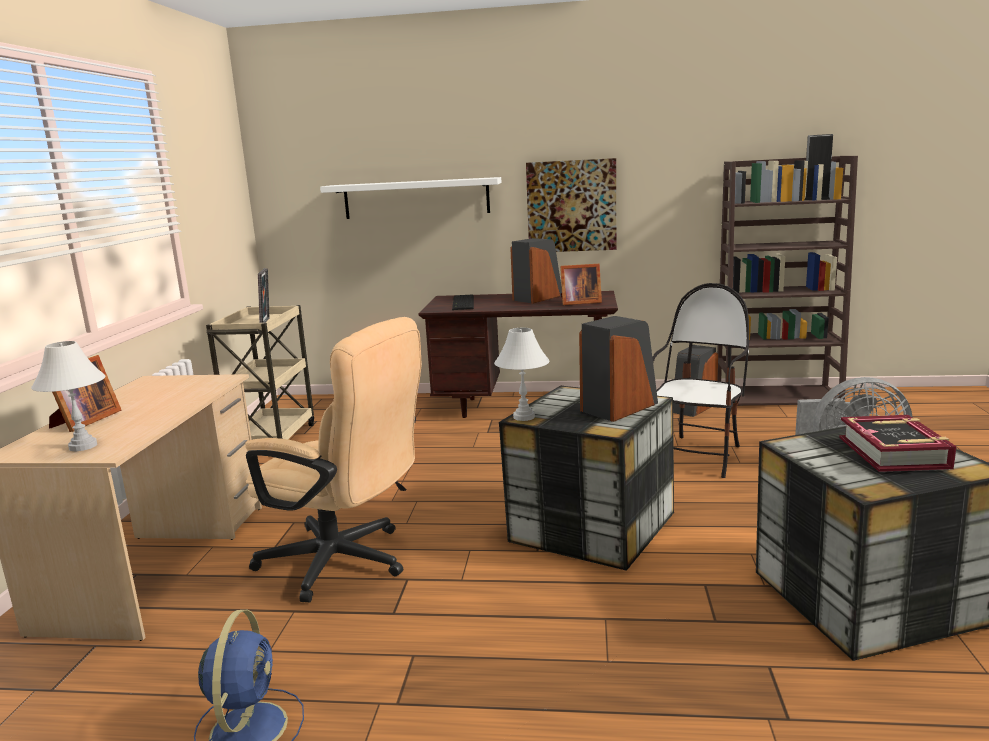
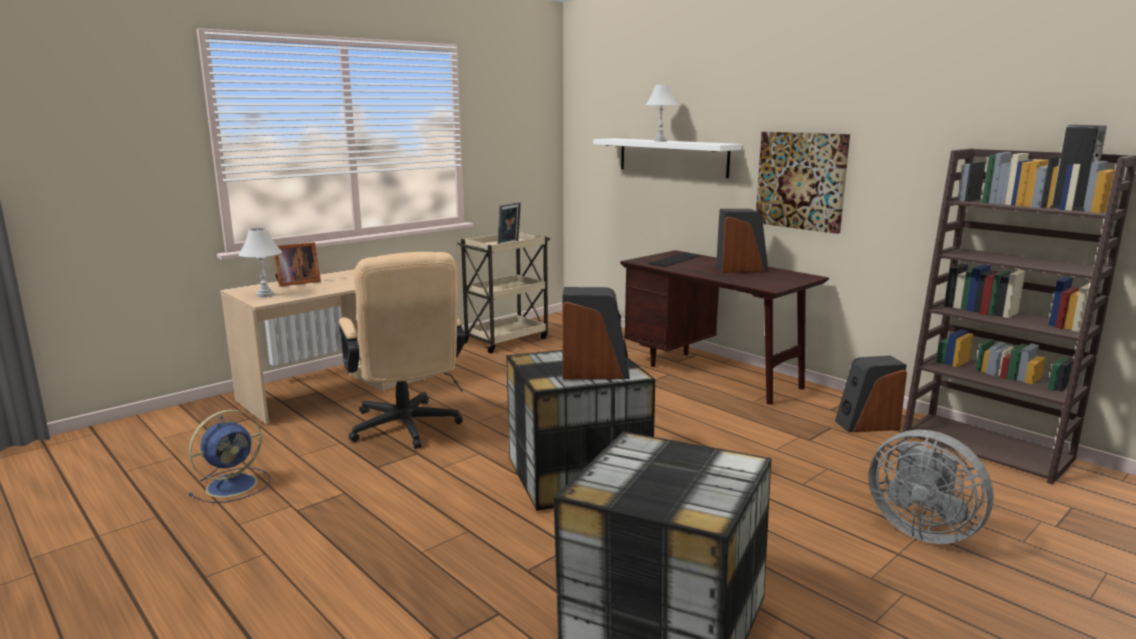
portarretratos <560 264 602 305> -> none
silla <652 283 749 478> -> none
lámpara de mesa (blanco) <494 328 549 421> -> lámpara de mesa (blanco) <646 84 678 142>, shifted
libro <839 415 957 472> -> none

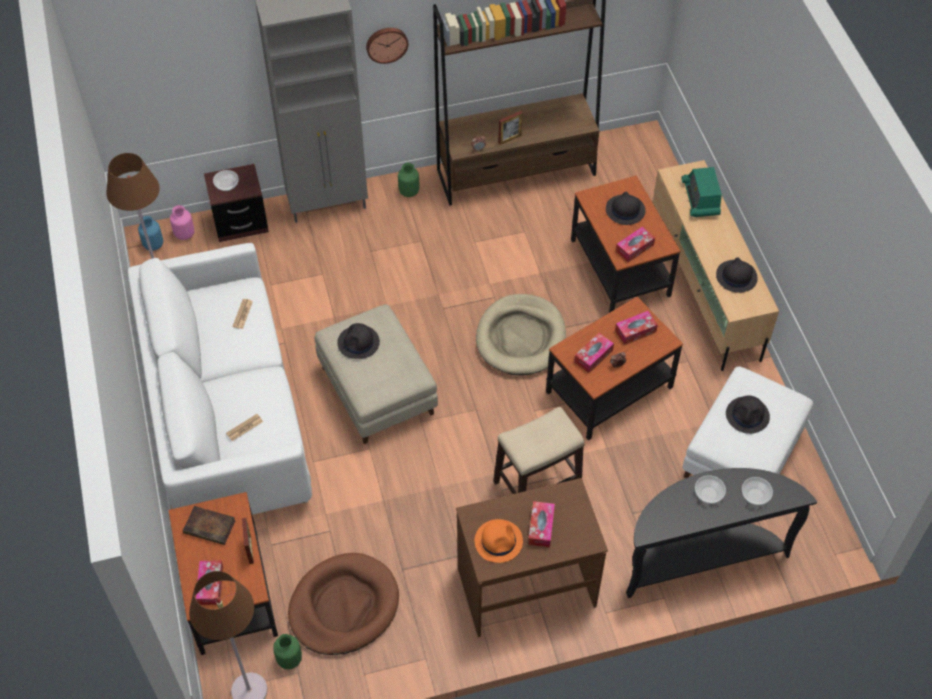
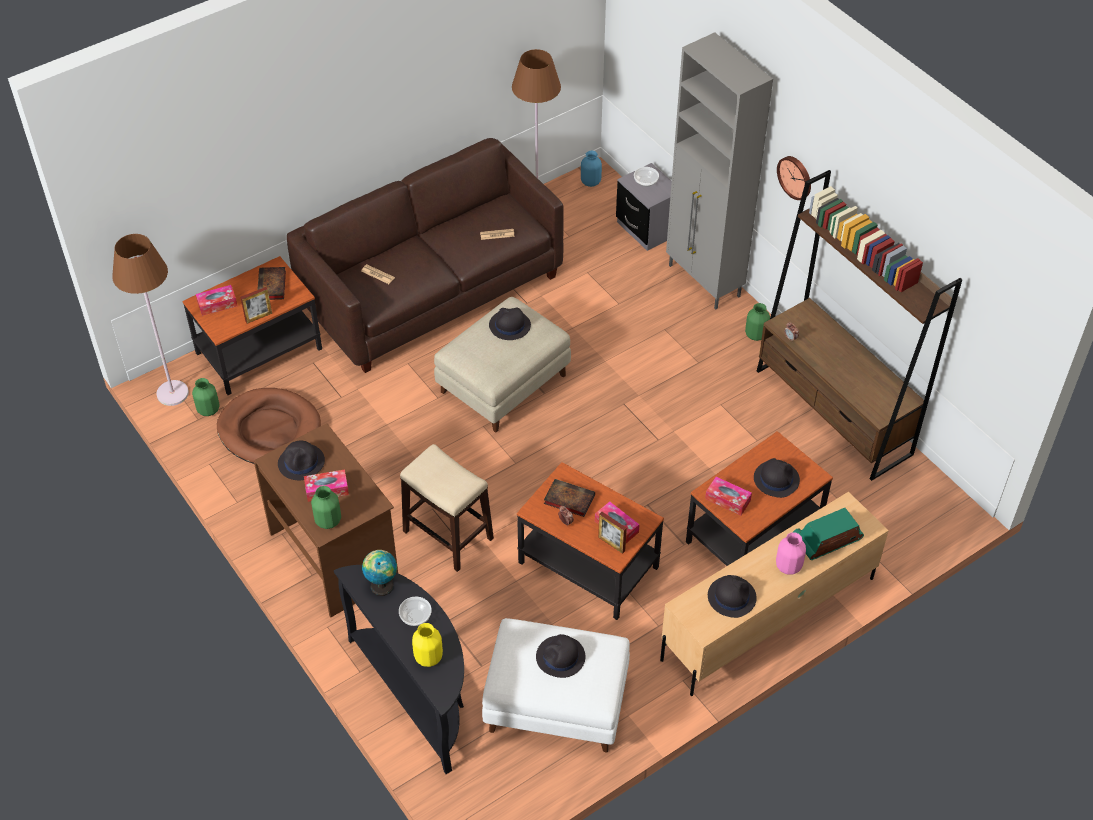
portarretratos <498 111 523 145> -> portarretratos <598 512 627 554>, shifted
mesita de noche (marrón) <204 164 269 242> -> mesita de noche (gris) <616 163 672 251>
florero (rosa) <170 205 194 240> -> florero (rosa) <776 532 806 575>, shifted
sofá (blanco) <128 243 312 515> -> sofá (marrón) <287 138 564 373>
cama para perro (beis) <476 294 566 375> -> none
caja de pañuelos <574 333 614 373> -> libro <544 479 595 517>
cuenco <742 477 773 505> -> florero (amarillo) <412 623 443 667>
sombrero (naranja) <475 519 523 563> -> sombrero (negro) <278 440 325 480>
none -> florero (verde) <311 486 341 529>
none -> globo terráqueo <362 550 397 596>

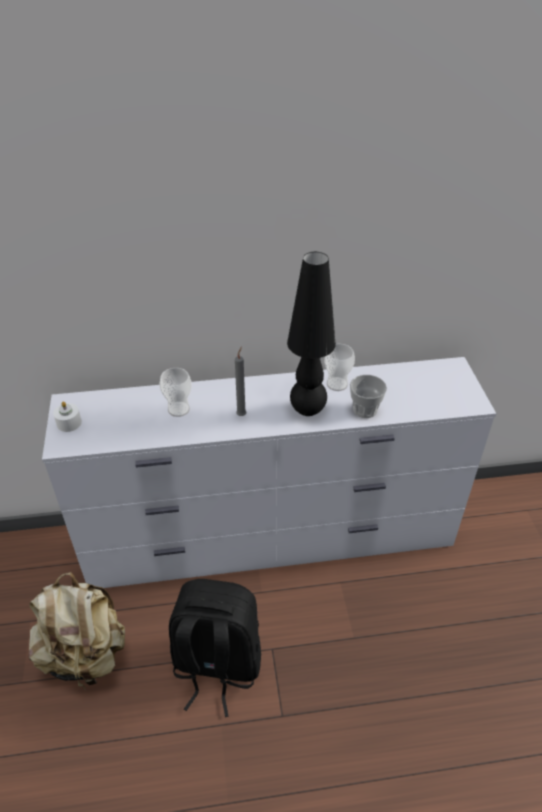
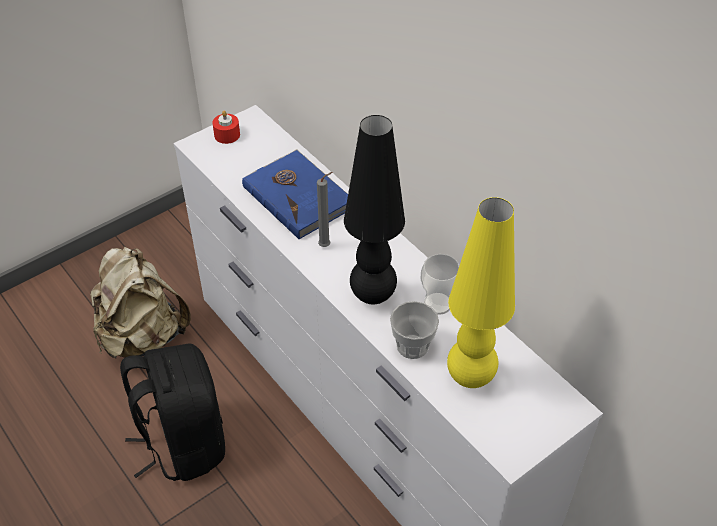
taza <160 368 192 417> -> libro (azul) <242 149 348 240>
vela (blanco) <53 401 82 432> -> vela (rojo) <212 111 240 144>
none -> lámpara de mesa (amarillo) <447 197 515 388>

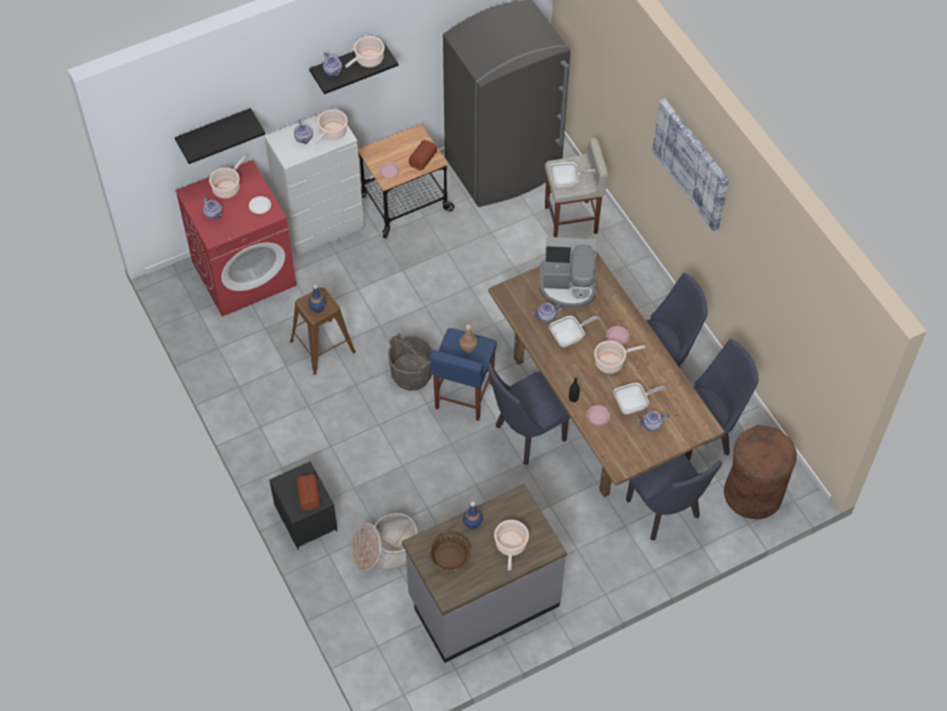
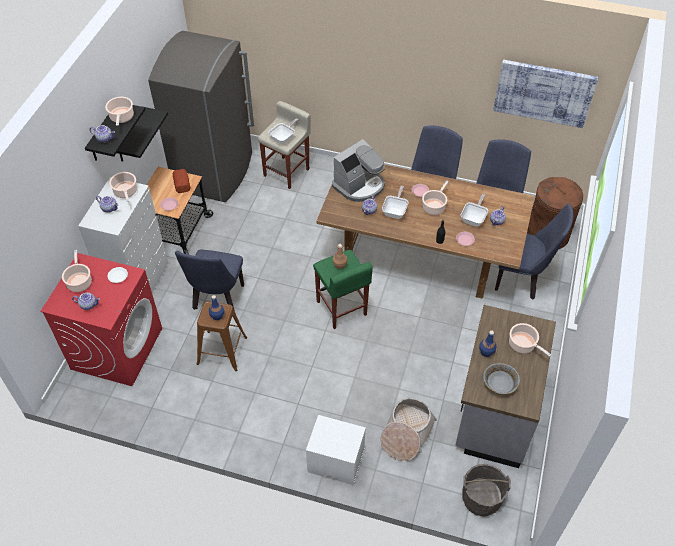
cuadro <652 99 729 232> -> cuadro <493 60 598 128>, shifted
estante (negro) <175 108 265 164> -> estante (negro) <117 107 168 162>, shifted
taburete (azul) <430 328 497 421> -> taburete (verde) <313 250 373 329>
cubo (gris) <388 333 433 390> -> cubo (gris) <462 464 511 517>, shifted
silla (azul) <487 363 571 465> -> silla (azul) <175 249 244 311>, shifted
mesita de noche (negro) <269 461 338 550> -> mesita de noche (blanco) <306 415 366 485>
pan <297 474 320 510> -> none
cuenco (marrón) <429 533 471 571> -> cuenco (gris) <483 363 520 395>

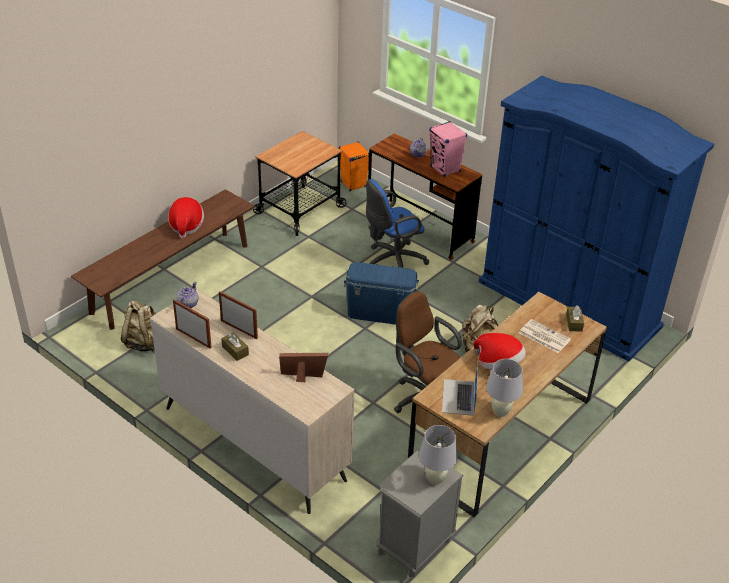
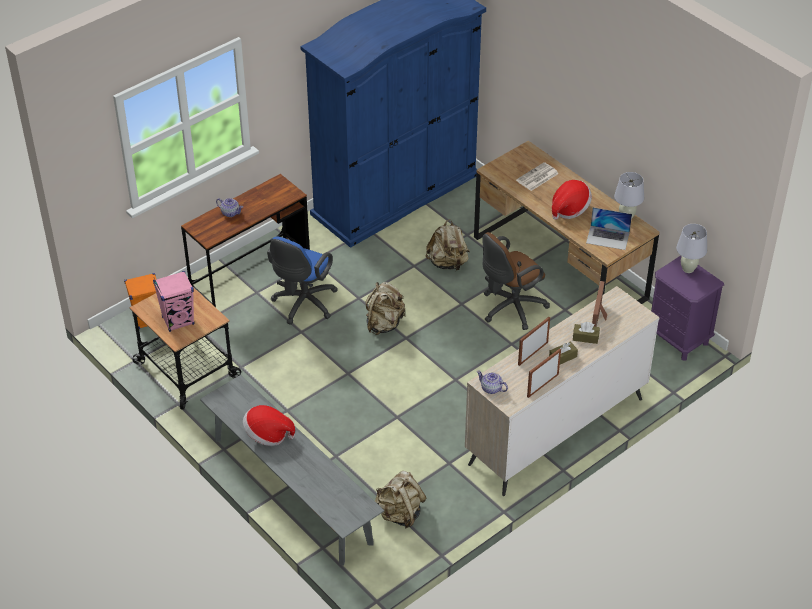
altavoz (rosa) <429 121 467 177> -> altavoz (rosa) <153 271 194 332>, shifted
silla de oficina (azul) <366 179 429 268> -> silla de oficina (azul) <267 237 337 325>, 45 degrees clockwise
banco (marrón) <71 189 255 330> -> banco (gris) <200 375 384 565>
caja de almacenaje (azul) <344 262 419 325> -> mochila (beis) <366 282 405 335>
caja de pañuelos (marrón) <566 305 584 332> -> caja de pañuelos (marrón) <573 322 600 344>, shifted
mesita de noche (gris) <377 451 464 577> -> mesita de noche (morado) <651 256 724 360>

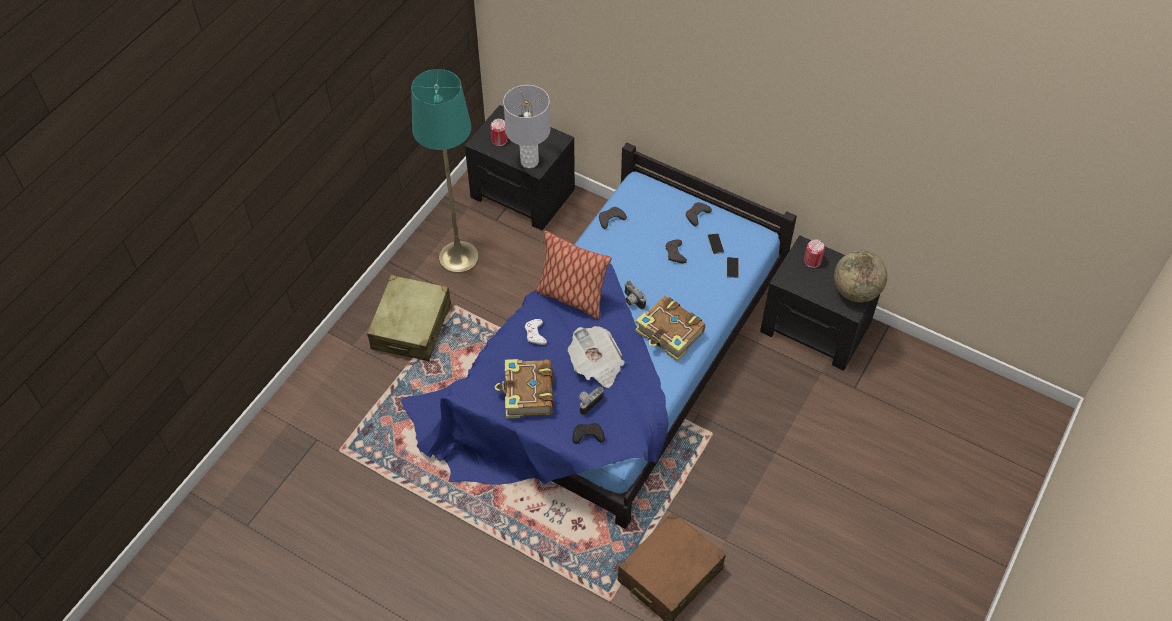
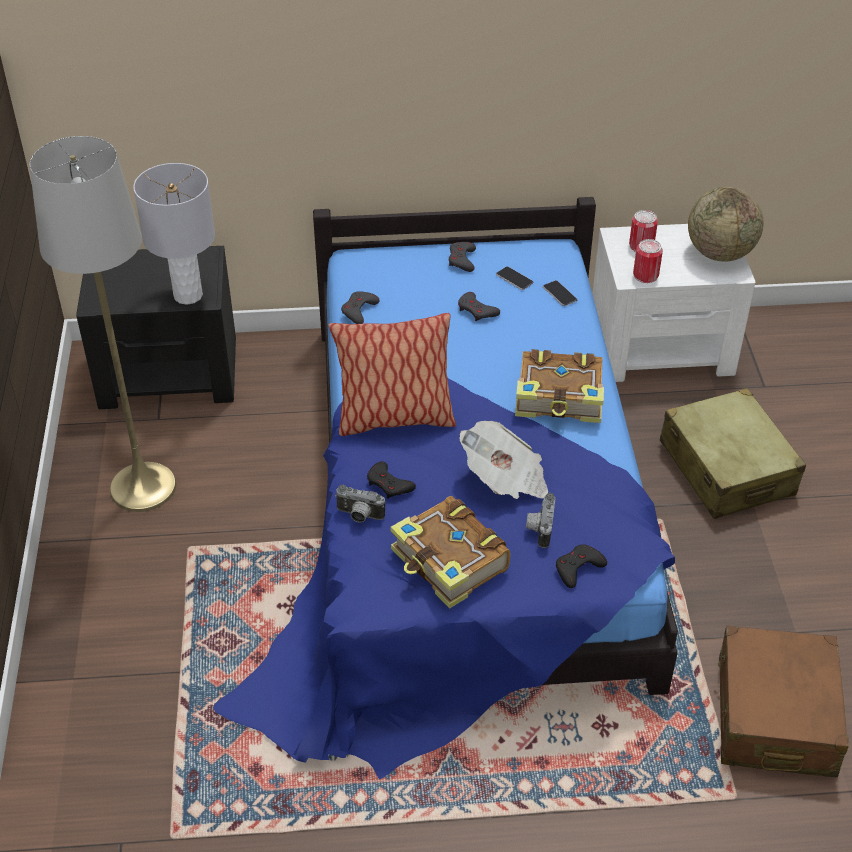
lámpara de pie (turquesa) <411 69 479 274> -> lámpara de pie (gris) <29 136 176 512>
lata <490 119 508 146> -> lata <633 239 663 283>, shifted
mesita de noche (negro) <760 235 880 371> -> mesita de noche (blanco) <593 224 755 382>
maleta (beis) <367 275 451 361> -> maleta (beis) <660 388 806 519>, shifted
cámara <624 281 646 309> -> cámara <335 485 385 523>, shifted
mando de consola (blanco) <525 319 547 345> -> mando de consola (negro) <367 461 416 499>

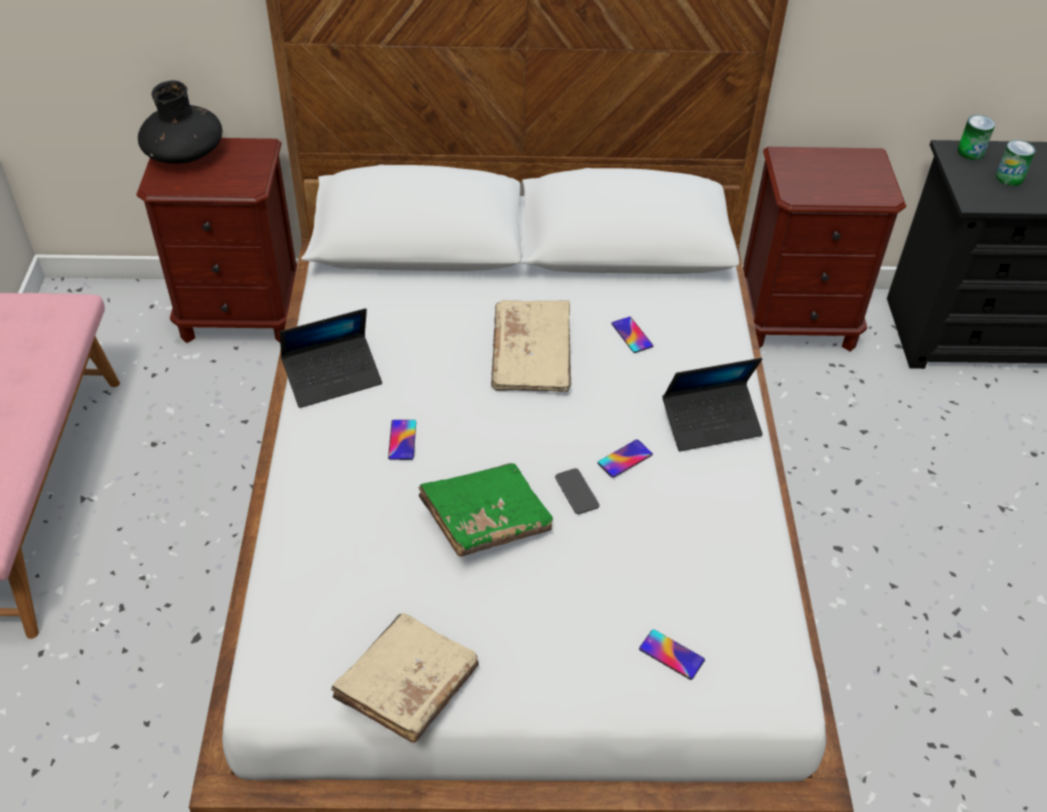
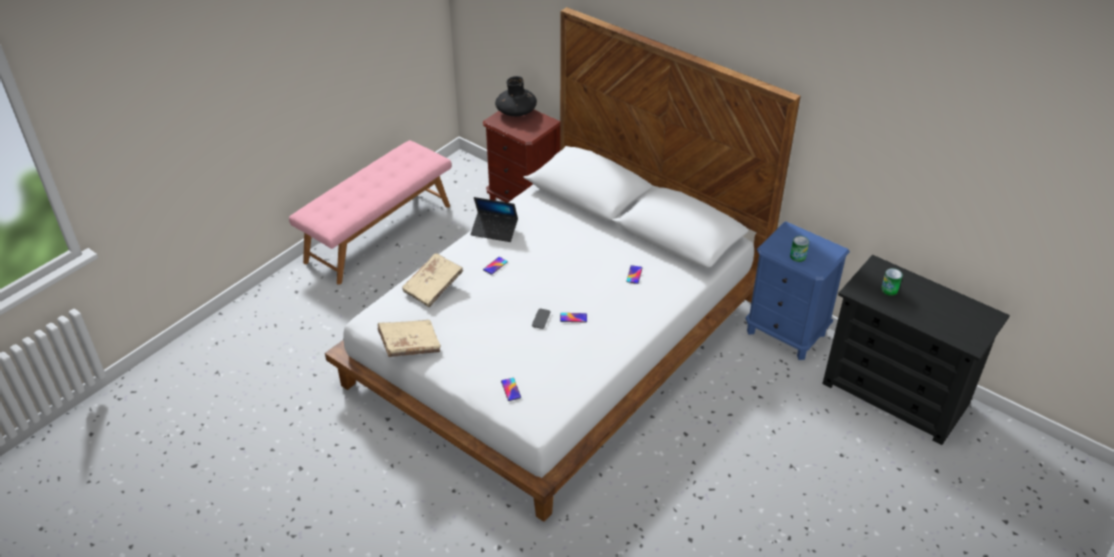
lata <957 115 995 160> -> lata <790 236 809 262>, shifted
mesita de noche (marrón) <743 147 906 352> -> mesita de noche (azul) <746 222 850 360>
libro (beis) <491 300 571 392> -> libro (beis) <402 253 463 307>, shifted
portátil <662 358 763 451> -> none
libro (verde) <418 463 553 557> -> none

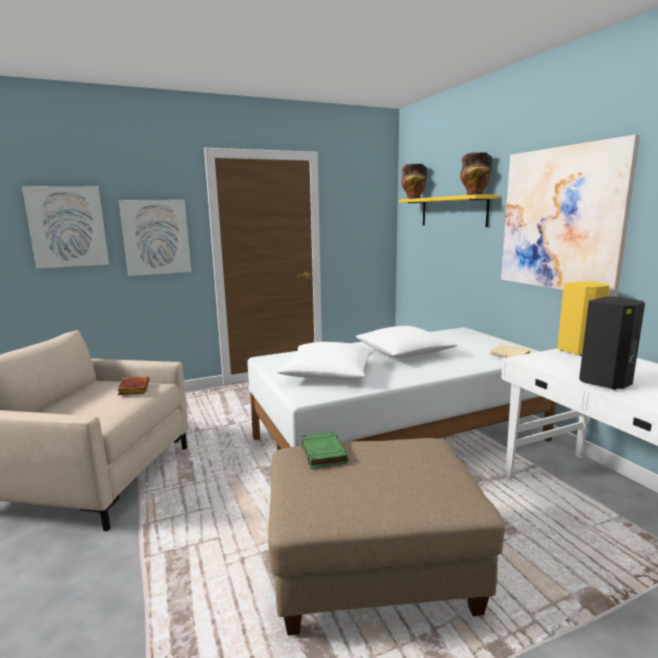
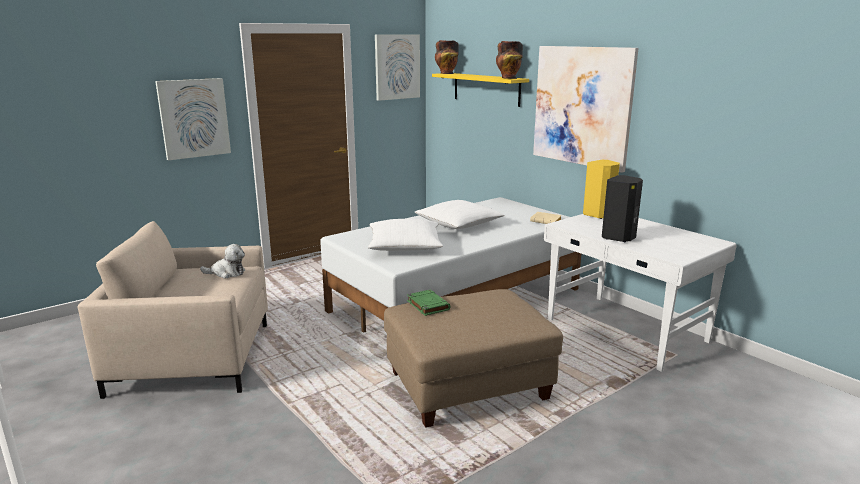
cuadro <22 186 109 269> -> cuadro <375 34 420 101>, shifted
libro (marrón) <117 377 150 395> -> peluche <200 244 245 279>

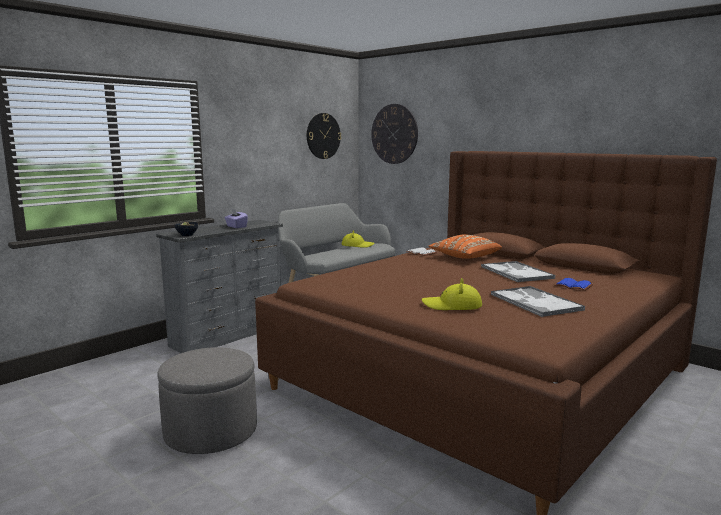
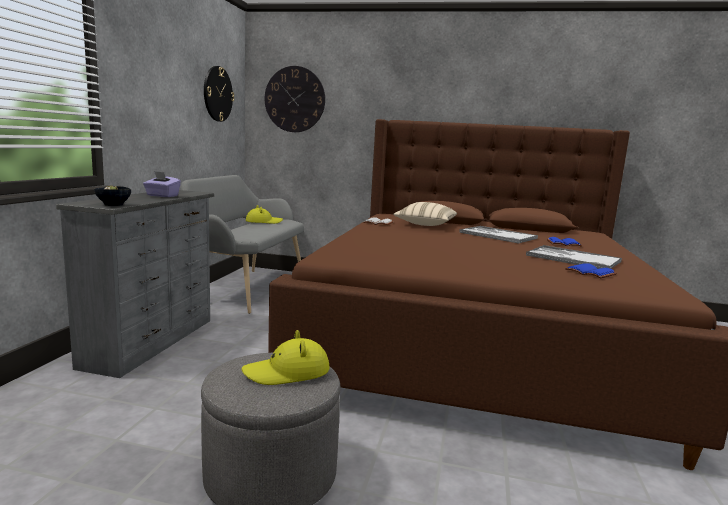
cojín (naranja) <429 234 502 259> -> cojín (beis) <393 202 457 226>
sombrero (amarillo) <422 278 482 310> -> sombrero (amarillo) <241 330 330 385>, shifted
none -> libro (azul) <565 263 617 278>

